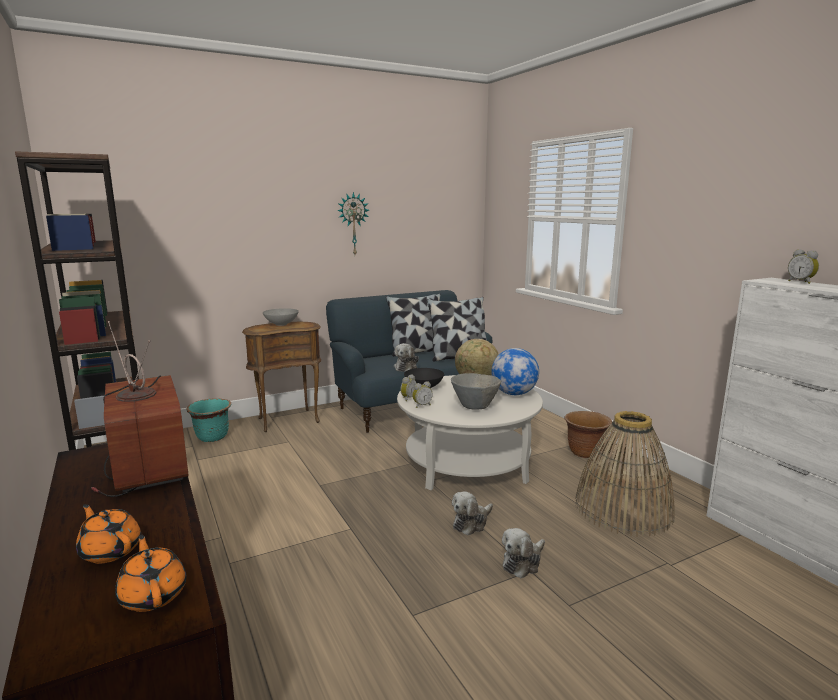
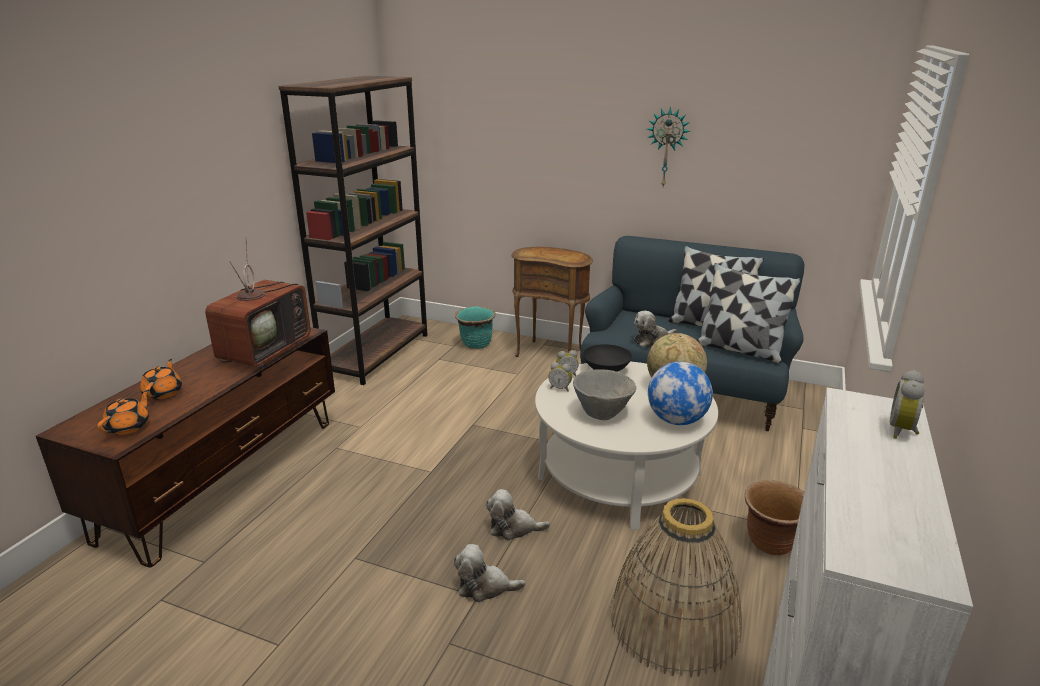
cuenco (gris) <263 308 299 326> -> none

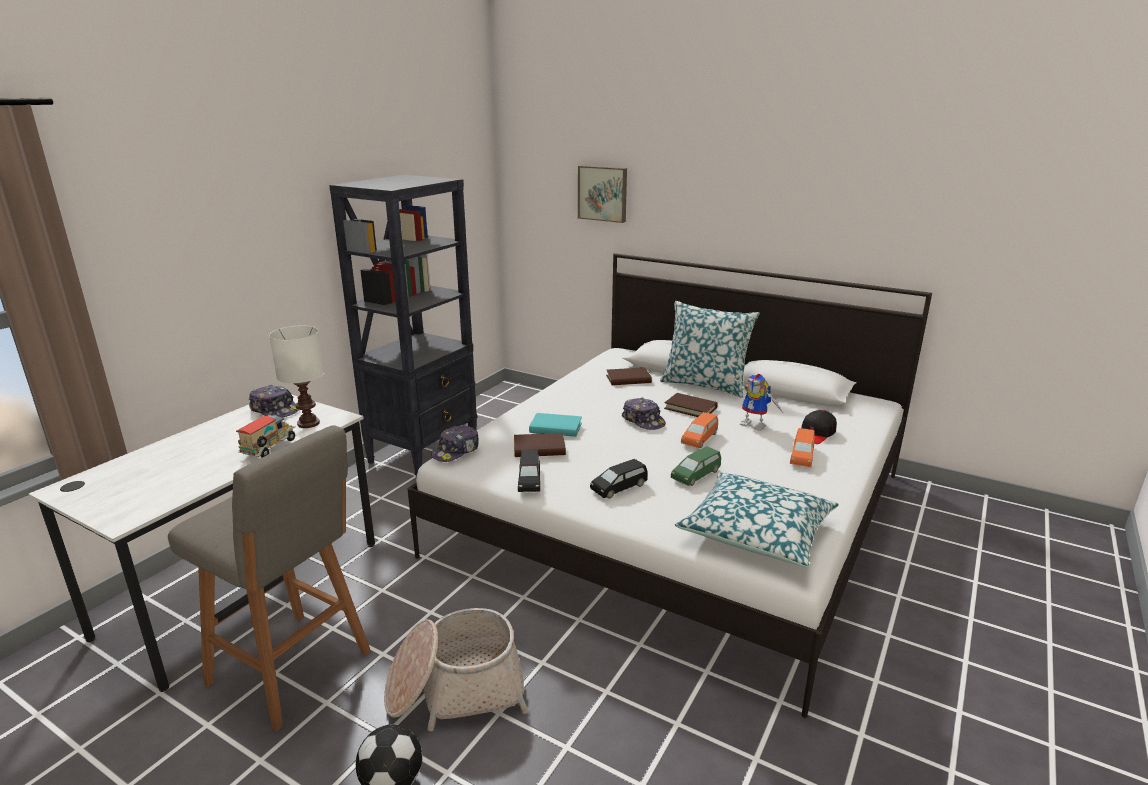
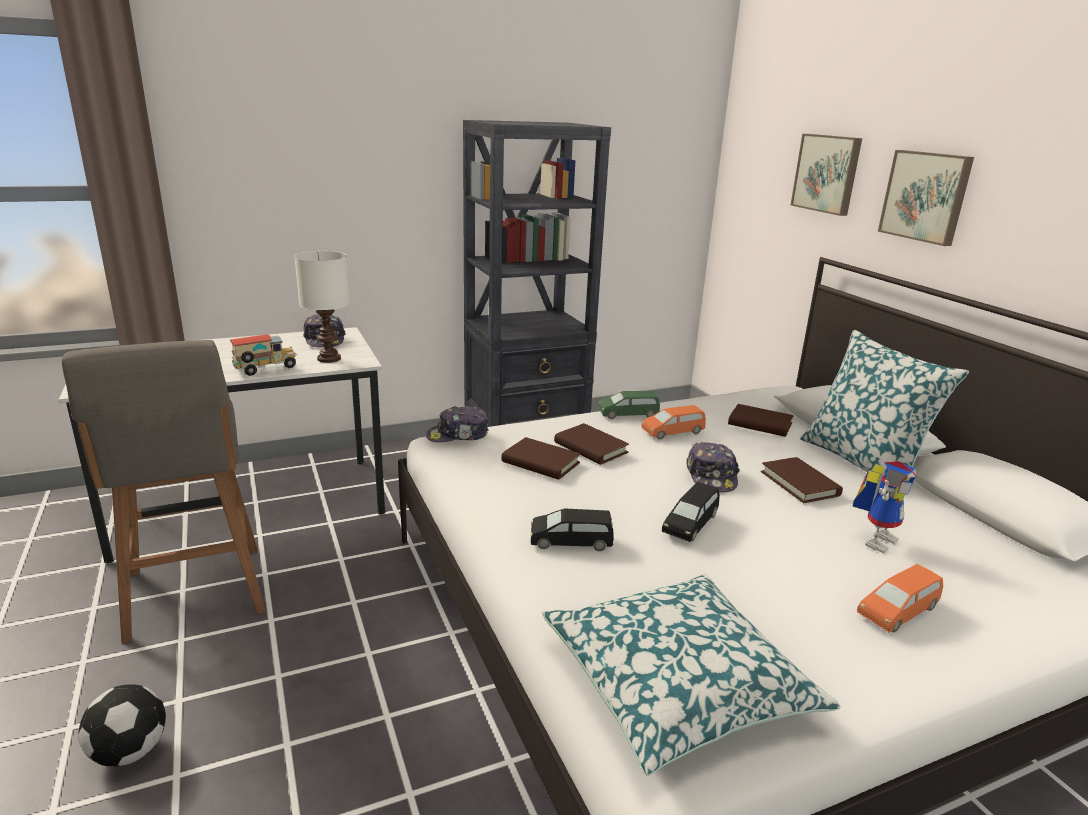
robot de juguete <733 374 782 431> -> robot de juguete <852 461 917 554>, 120 degrees counterclockwise
gorra (negro) <801 410 837 444> -> none
coche de juguete (naranja) <681 412 718 448> -> coche de juguete (naranja) <641 405 706 440>, shifted
libro (turquesa) <529 413 582 437> -> libro (marrón) <554 423 629 465>
coche de juguete (verde) <671 446 721 486> -> coche de juguete (verde) <599 391 660 419>, shifted
coche de juguete (negro) <518 450 540 492> -> coche de juguete (negro) <662 482 720 542>, shifted
cesta <384 608 528 731> -> none
none -> cuadro <878 150 974 246>

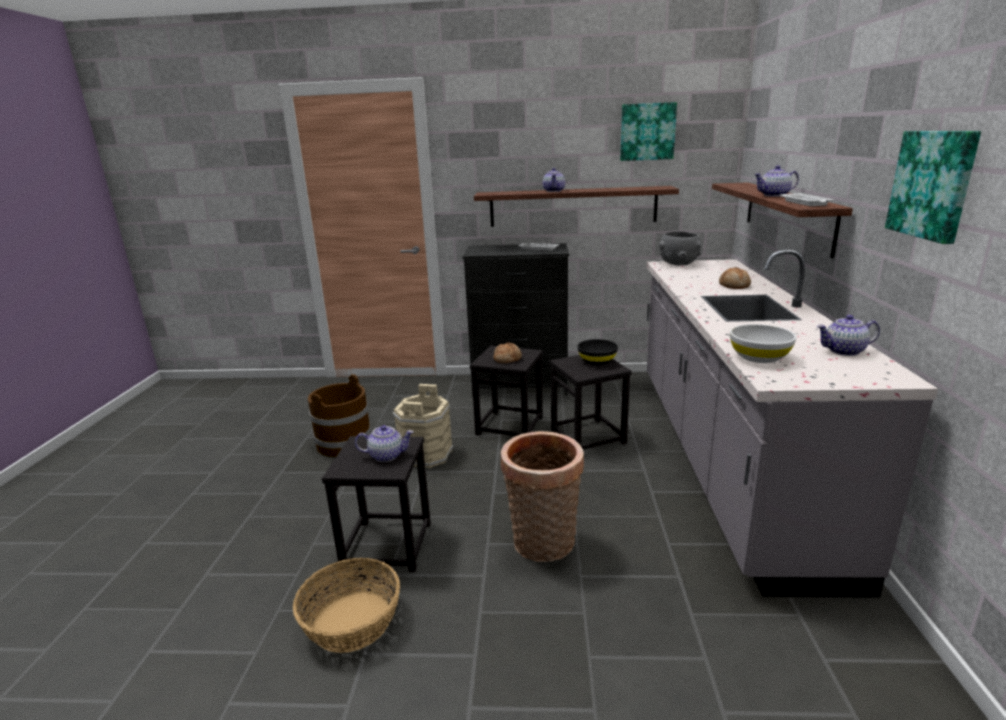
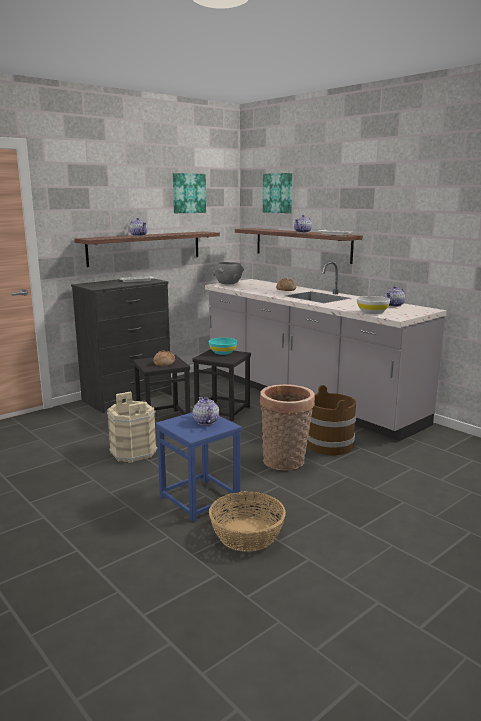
cuadro <885 131 981 244> -> cuadro <263 173 292 213>, shifted
cuenco (negro) <577 339 618 365> -> cuenco (turquesa) <209 338 237 355>
cubo (marrón) <308 374 371 457> -> cubo (marrón) <307 385 356 455>, shifted
tetera <355 425 414 462> -> tetera <193 397 219 425>, 60 degrees counterclockwise
taburete (negro) <322 436 431 572> -> taburete (azul) <155 412 242 522>

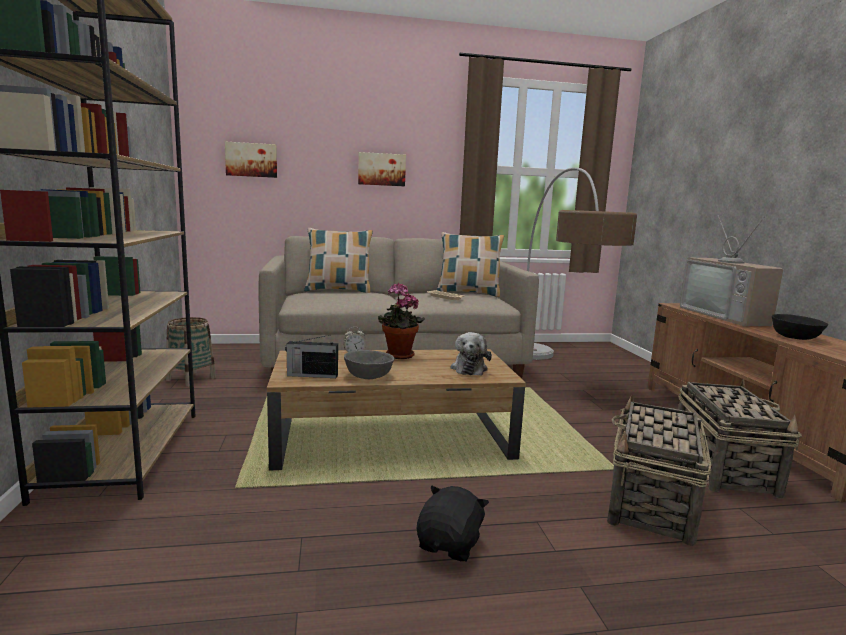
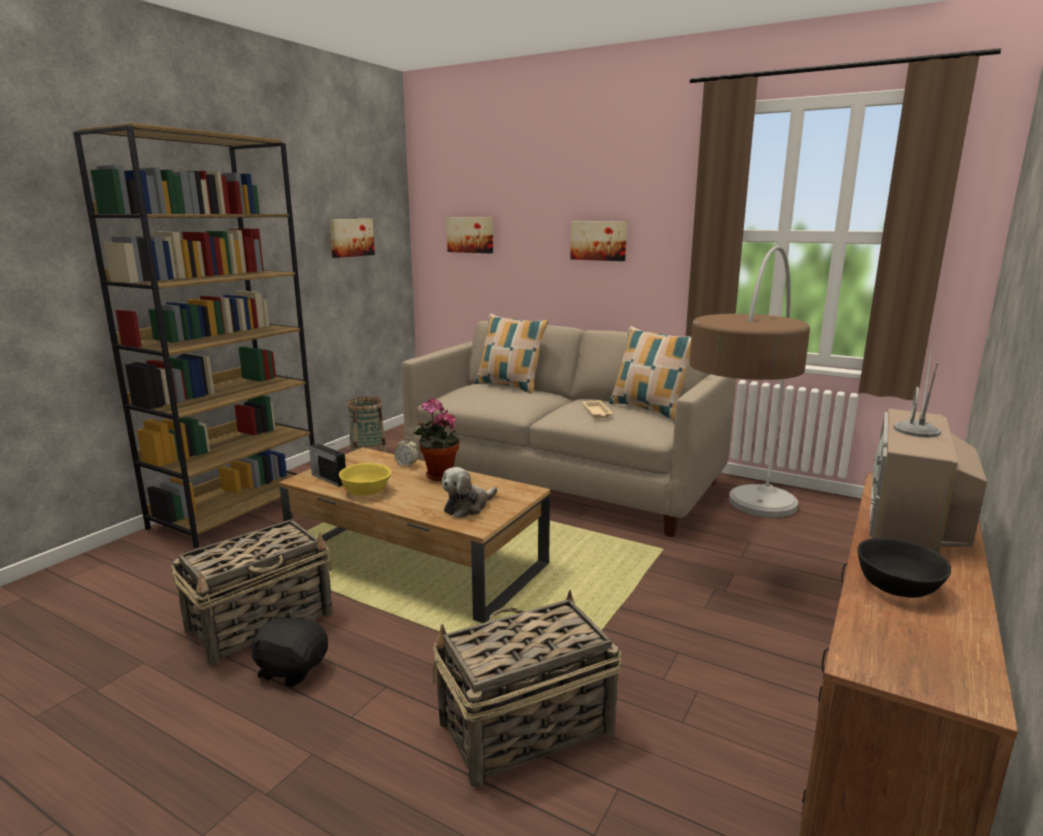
cuenco (gris) <344 350 395 379> -> cuenco (amarillo) <339 463 391 495>
cesta <678 379 802 499> -> cesta <171 519 333 665>, shifted
peluche (negro) <417 486 489 562> -> peluche (negro) <250 611 328 687>, 135 degrees counterclockwise
none -> cuadro <329 219 375 258>

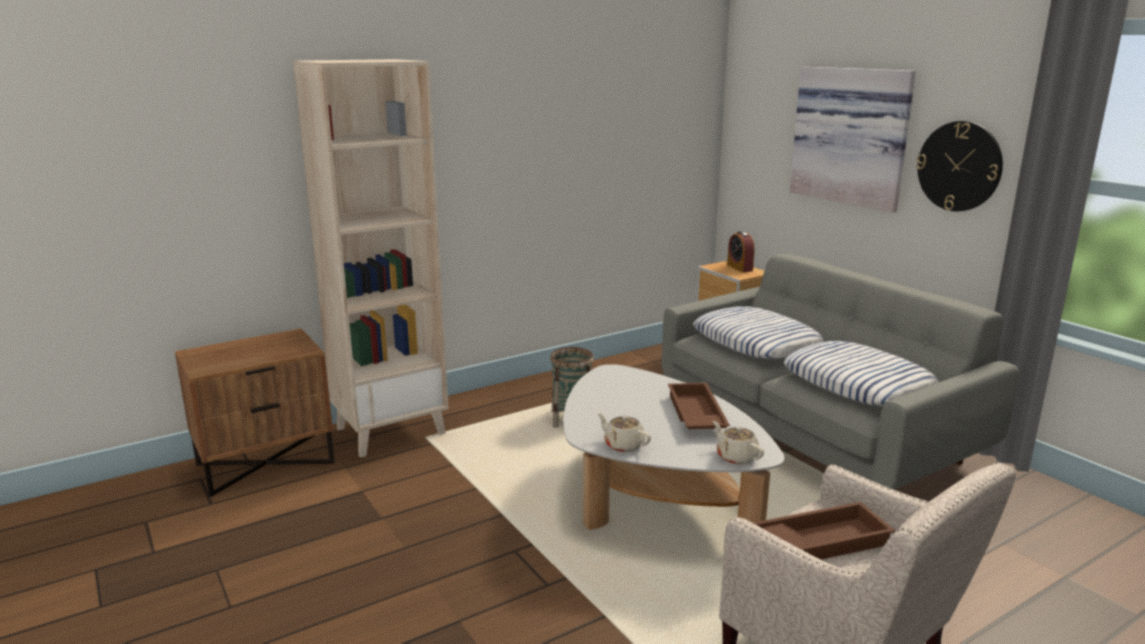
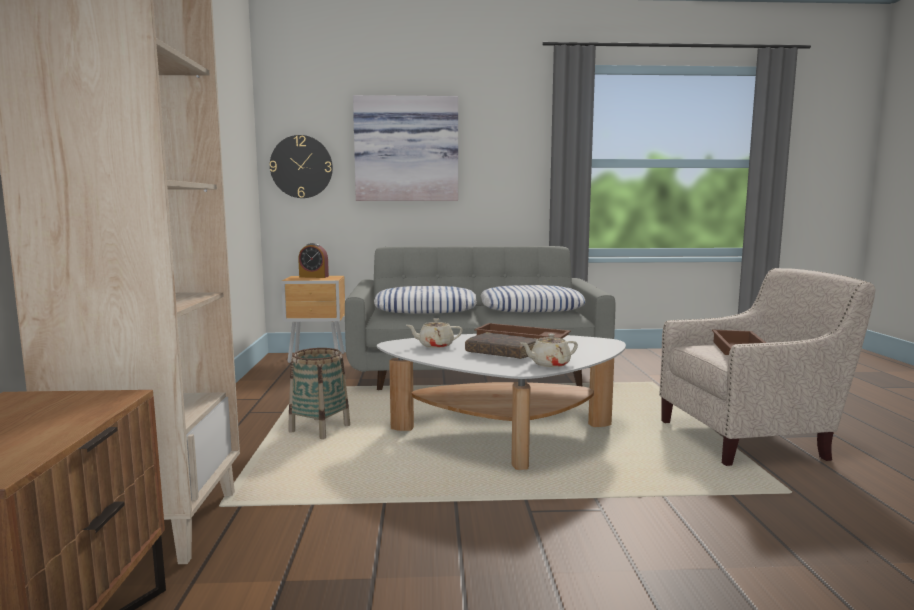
reloj de pared <916 121 1003 211> -> reloj de pared <270 135 333 198>, shifted
tetera (beis) <713 421 764 465> -> tetera (beis) <407 318 463 348>, shifted
none -> libro (marrón) <465 332 537 359>

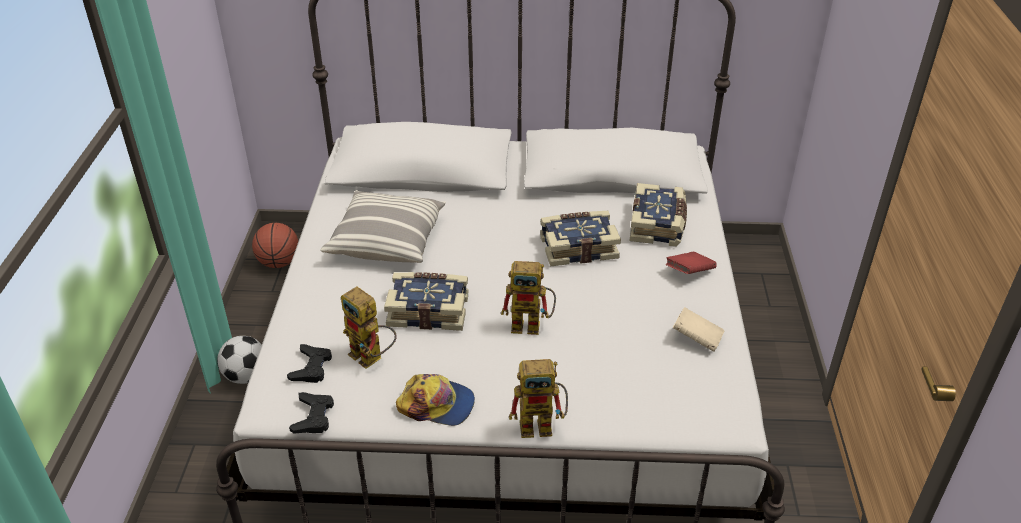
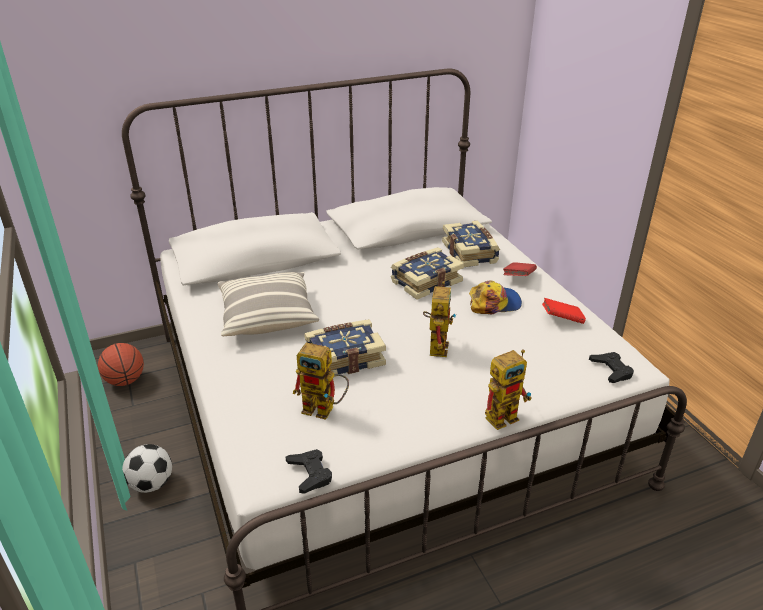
robot de juguete <501 261 556 335> -> robot de juguete <423 281 456 357>, 60 degrees counterclockwise
libro (beis) <673 307 725 352> -> libro (rojo) <542 298 586 324>
mando de consola (negro) <287 344 332 383> -> mando de consola (negro) <589 352 634 383>, shifted
gorra <396 374 475 426> -> gorra <469 280 522 314>, shifted

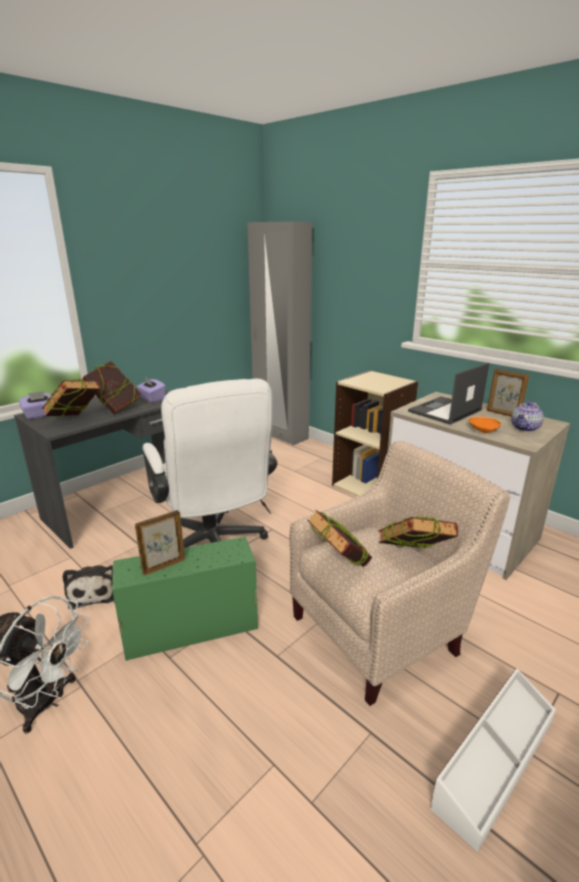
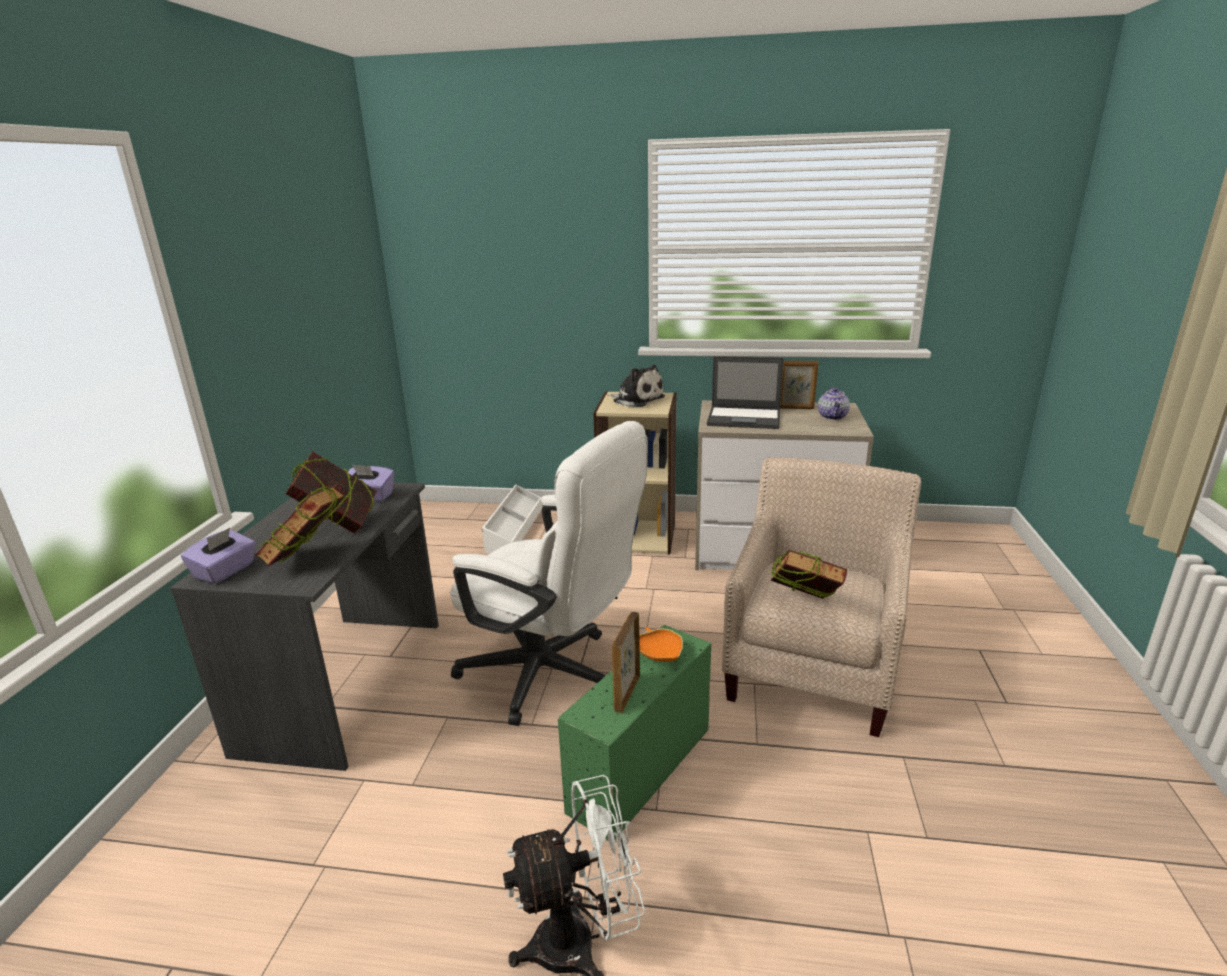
armario ropero (gris) <247 221 313 445> -> none
portátil <408 363 489 425> -> portátil <707 356 784 429>, 90 degrees counterclockwise
cuenco (naranja) <468 415 502 433> -> cuenco (naranja) <639 627 683 662>, shifted
libro <378 516 458 549> -> none
peluche <63 565 114 610> -> peluche <607 365 665 407>, shifted
caja de almacenaje (blanco) <430 668 556 852> -> caja de almacenaje (blanco) <482 484 542 554>, shifted

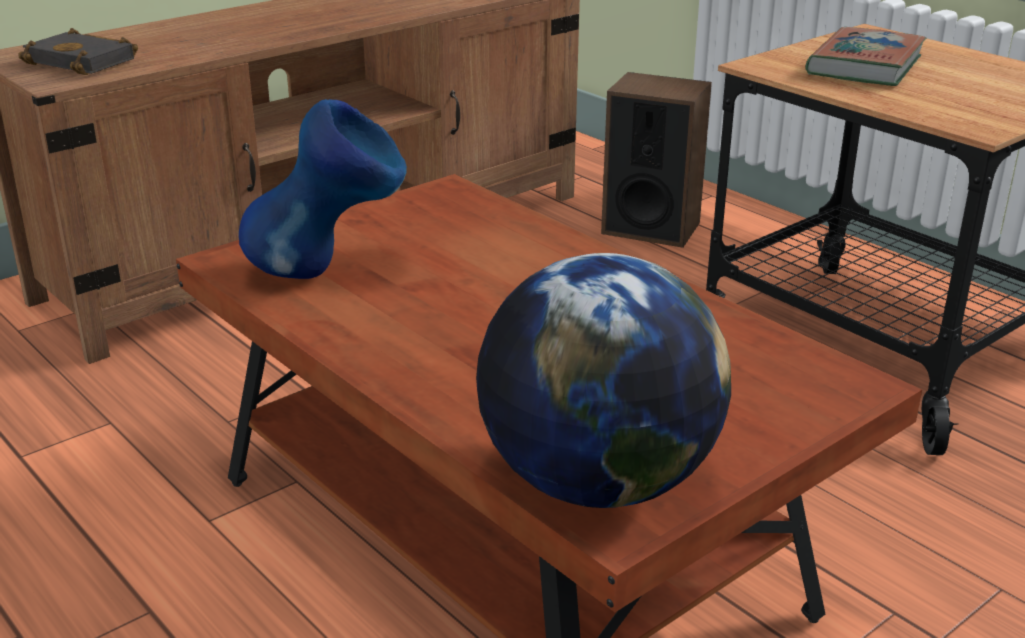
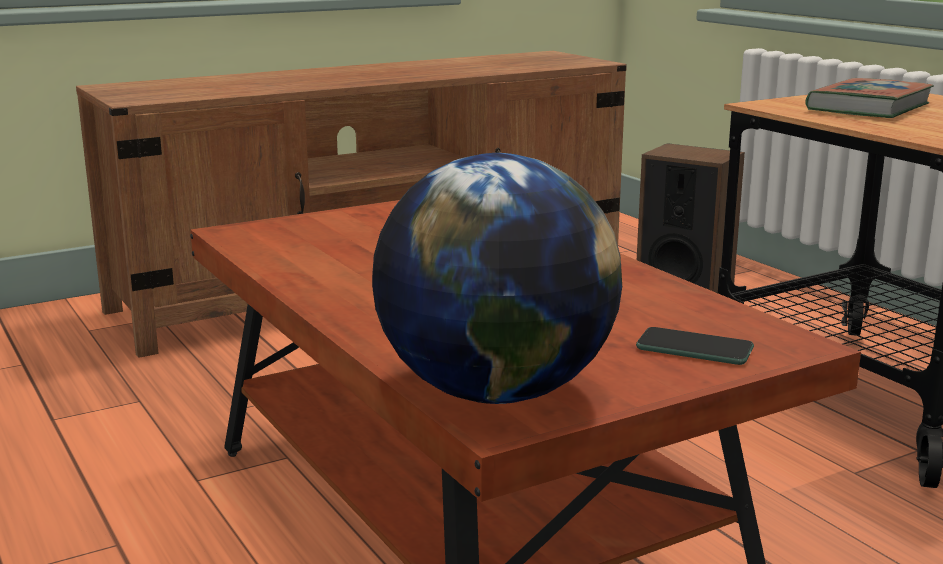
libro (negro) <18 28 138 75> -> none
florero (azul) <239 99 407 279> -> none
none -> móvil <636 327 754 365>

